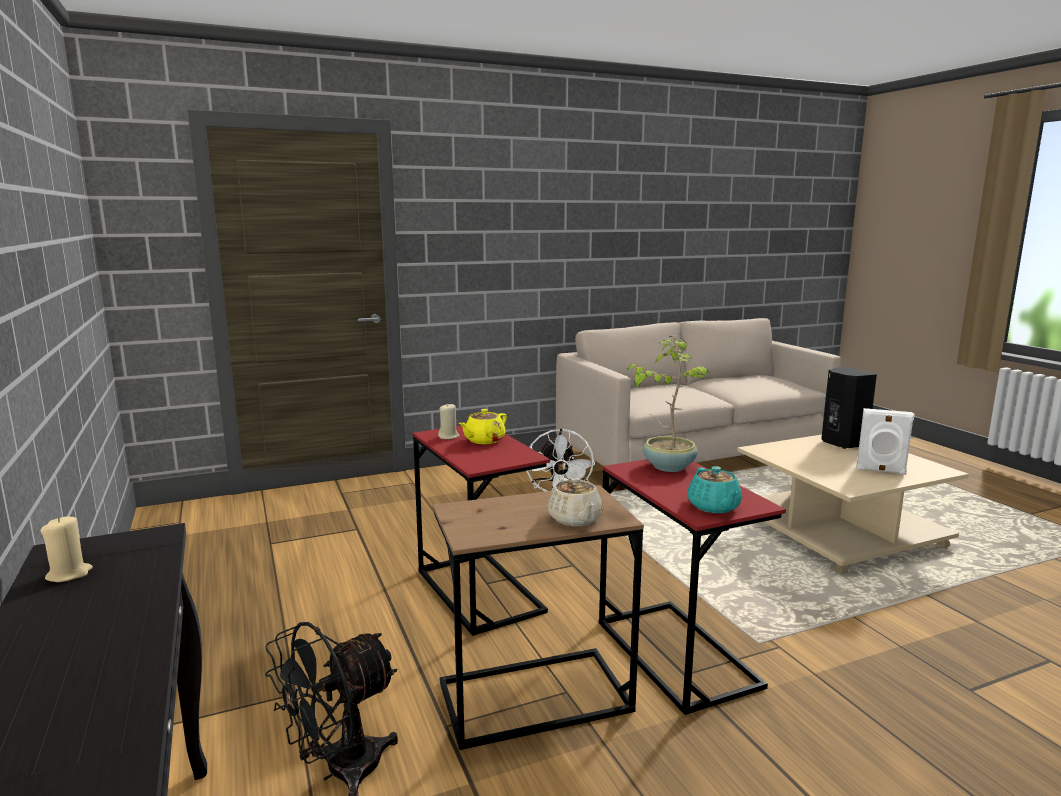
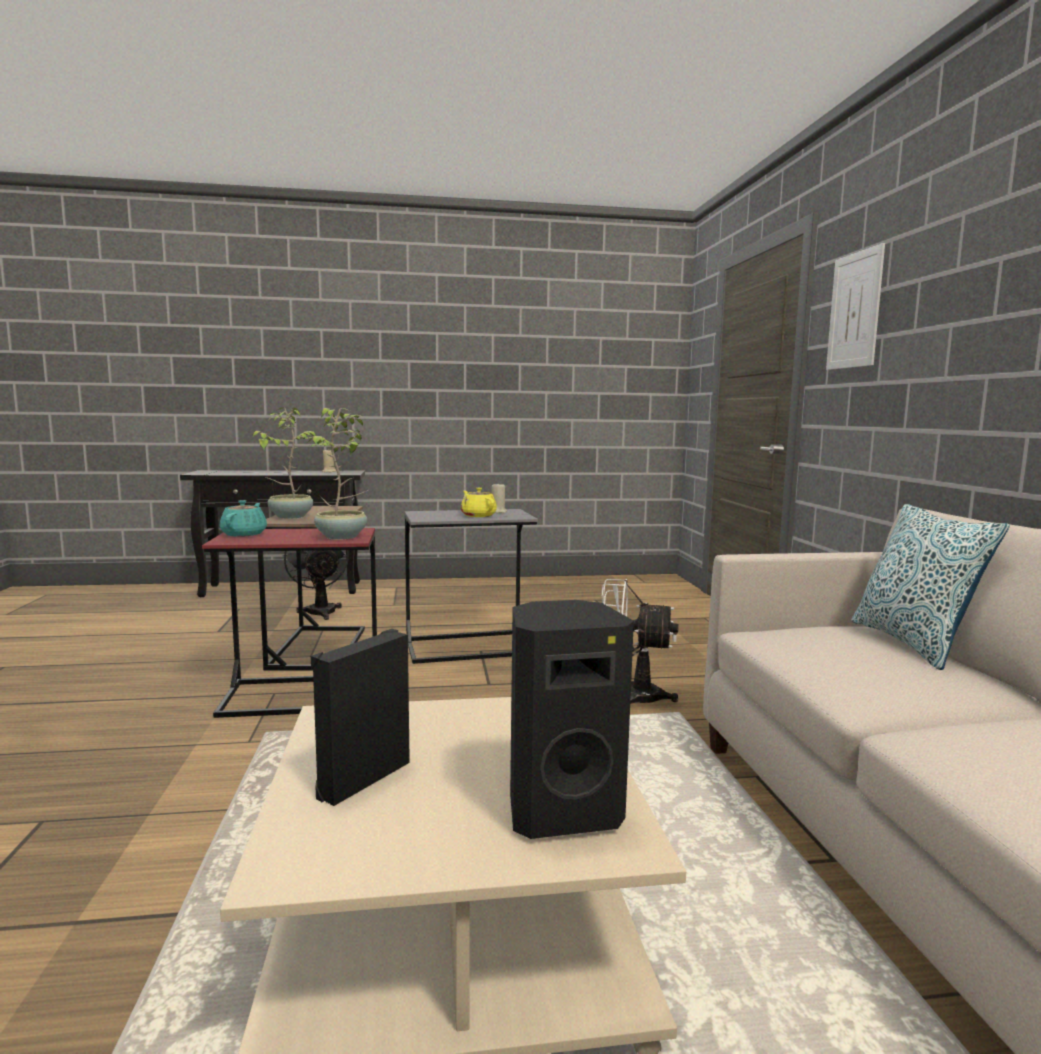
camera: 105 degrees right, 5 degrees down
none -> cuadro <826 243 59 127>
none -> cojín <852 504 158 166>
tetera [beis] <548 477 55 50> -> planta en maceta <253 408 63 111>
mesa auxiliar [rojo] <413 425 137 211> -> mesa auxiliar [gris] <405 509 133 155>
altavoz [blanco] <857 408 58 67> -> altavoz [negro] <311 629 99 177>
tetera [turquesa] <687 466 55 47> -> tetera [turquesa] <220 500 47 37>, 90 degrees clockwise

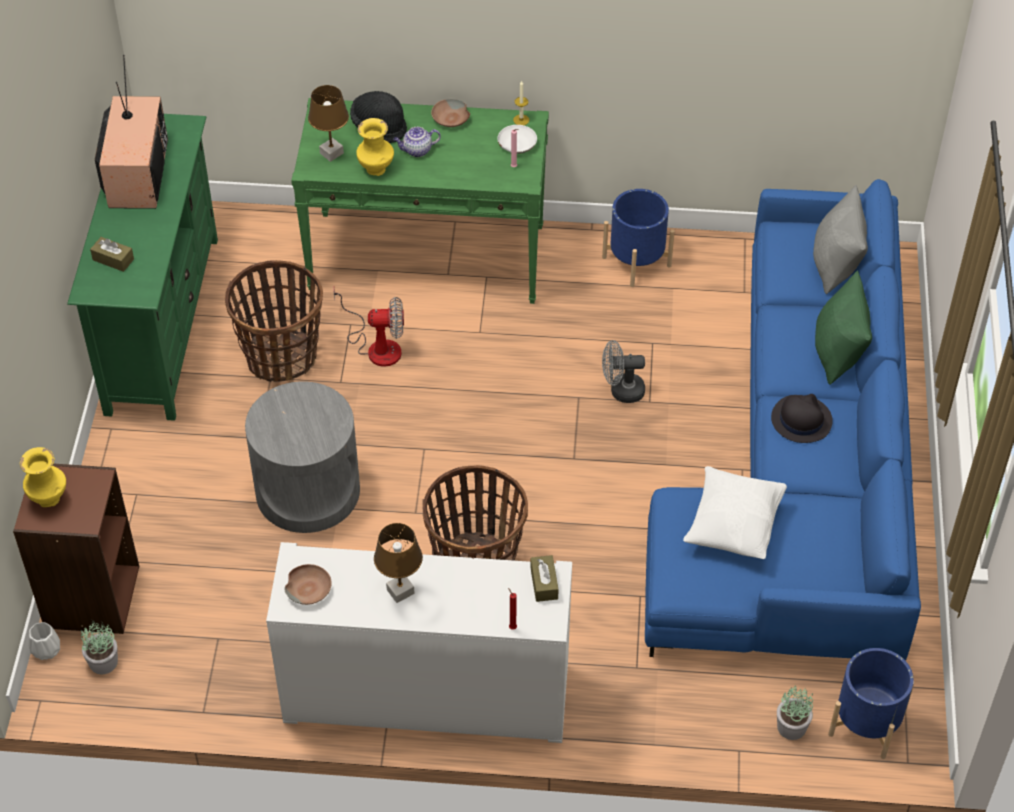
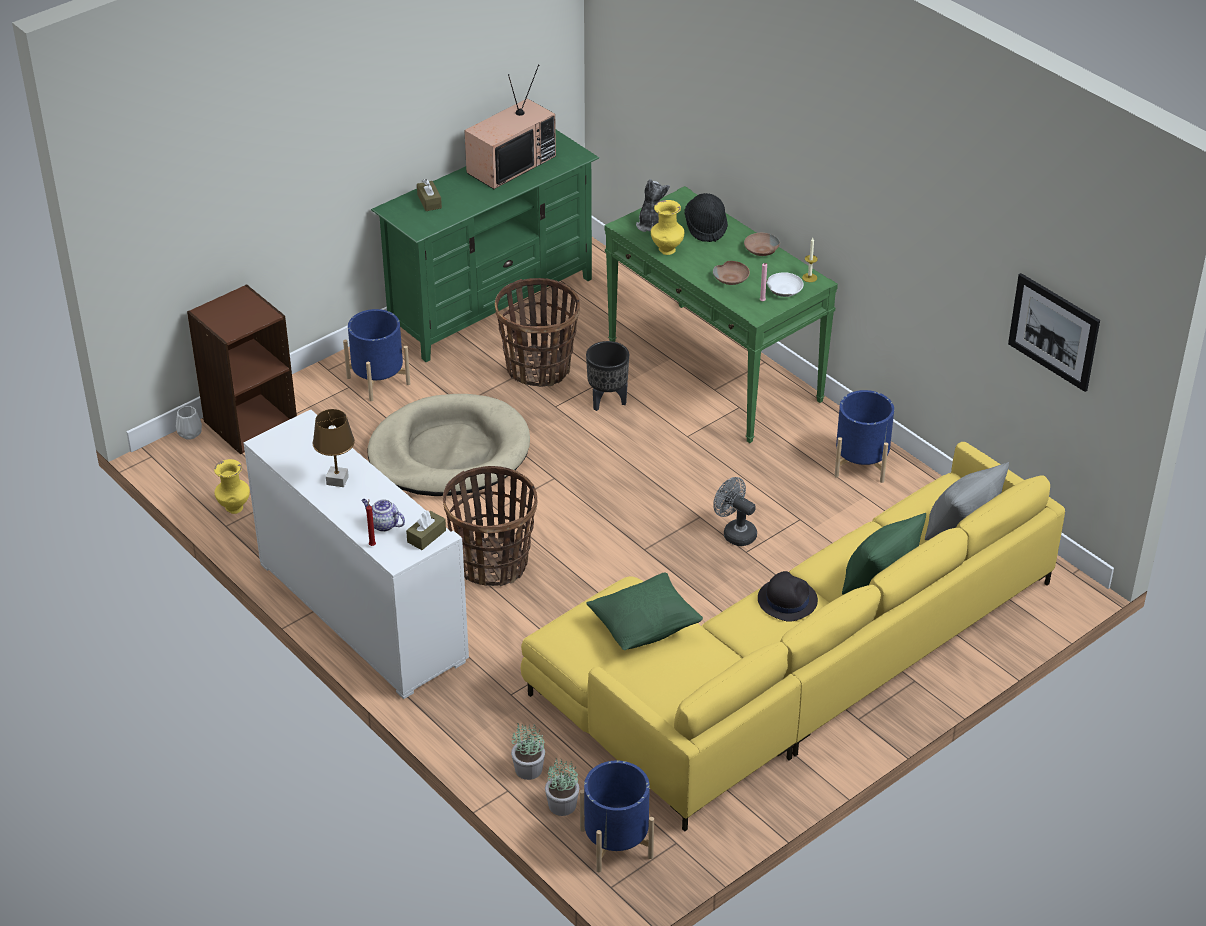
camera: 45 degrees right, 10 degrees down
none -> maceta [azul] <343 309 67 92>
none -> cuadro <1008 273 92 119>
florero [amarillo] <20 447 46 60> -> florero [amarillo] <214 459 36 55>, moved
planta en maceta <81 621 37 53> -> planta en maceta <511 722 34 58>, moved
cuenco [marrón] <284 564 48 41> -> cuenco [marrón] <713 261 37 24>, moved
tetera <393 127 48 30> -> tetera <361 499 44 33>, moved
mesa auxiliar [gris] <245 381 115 152> -> cama para perro [beis] <367 394 163 102>
lámpara de mesa [marrón] <308 85 41 77> -> peluche <636 179 34 53>
ventilador <334 290 70 77> -> maceta [negro] <586 341 43 70>
sofá [azul] <645 179 276 482> -> sofá [amarillo] <521 442 544 390>
cojín [blanco] <683 466 104 93> -> cojín [verde] <586 572 117 78>

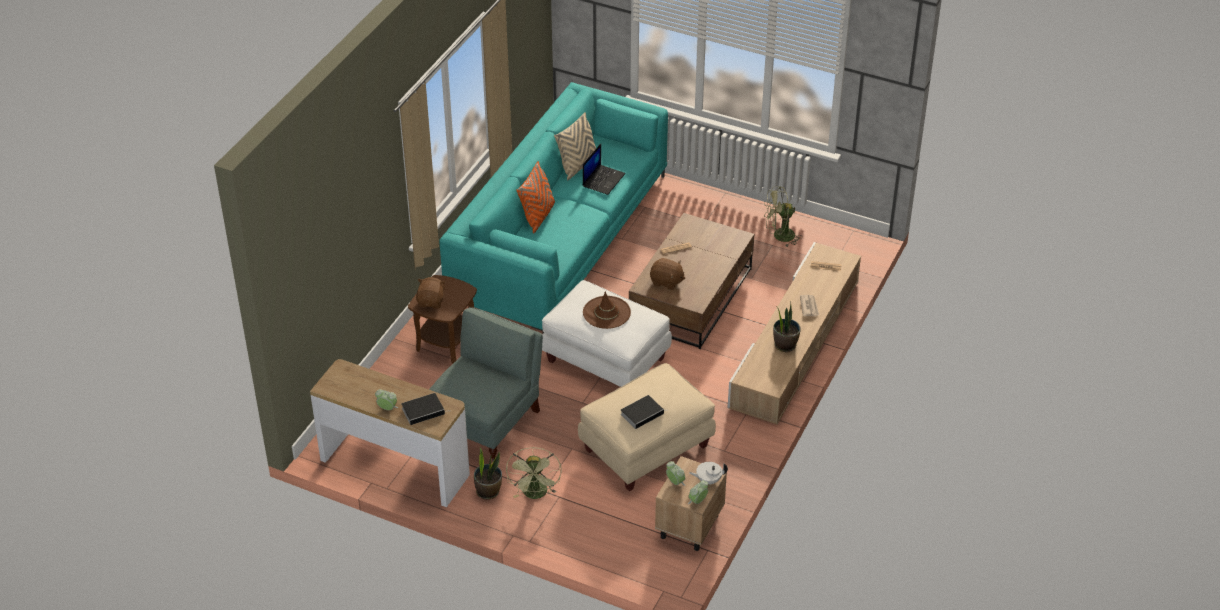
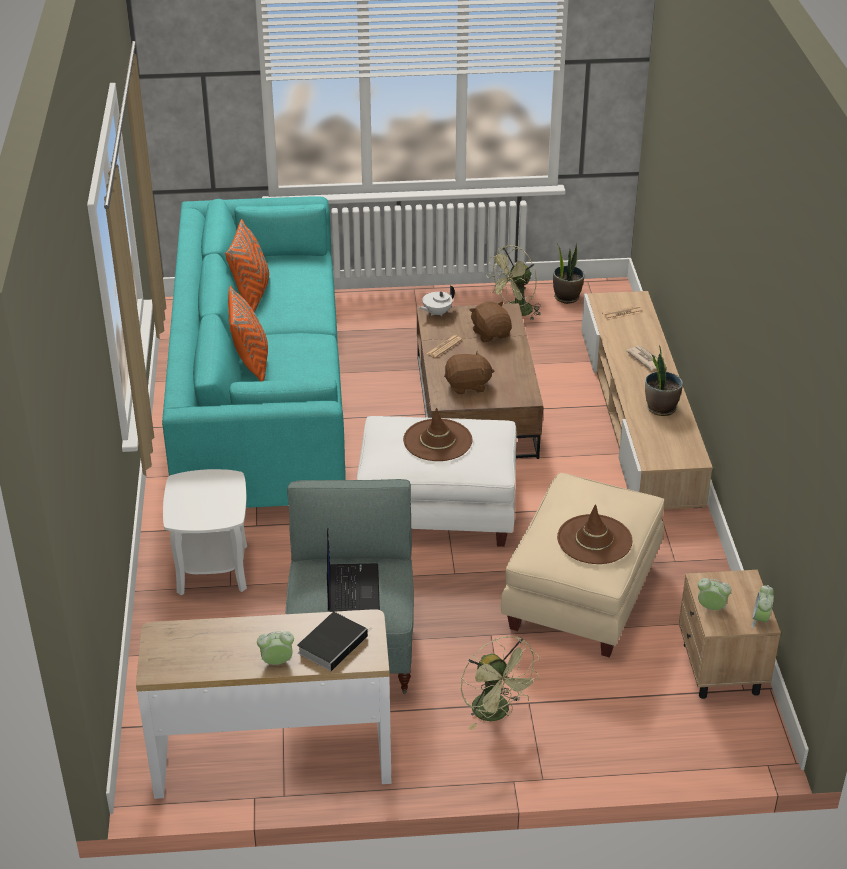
camera: 30 degrees left, 5 degrees down
peluche [marrón] <416 277 30 32> -> peluche [marrón] <470 301 42 41>, moved
planta en maceta <474 448 28 51> -> planta en maceta <553 243 32 61>, moved
portátil <583 144 43 51> -> portátil <327 528 53 84>, moved
tetera [blanco] <689 462 39 22> -> tetera [blanco] <418 285 37 31>, moved
libro <621 395 47 34> -> sombrero [marrón] <557 504 75 60>
mesa auxiliar [marrón] <408 275 69 88> -> mesa auxiliar [blanco] <163 469 84 127>
cojín [beis] <554 112 42 69> -> cojín [naranja] <225 219 44 93>

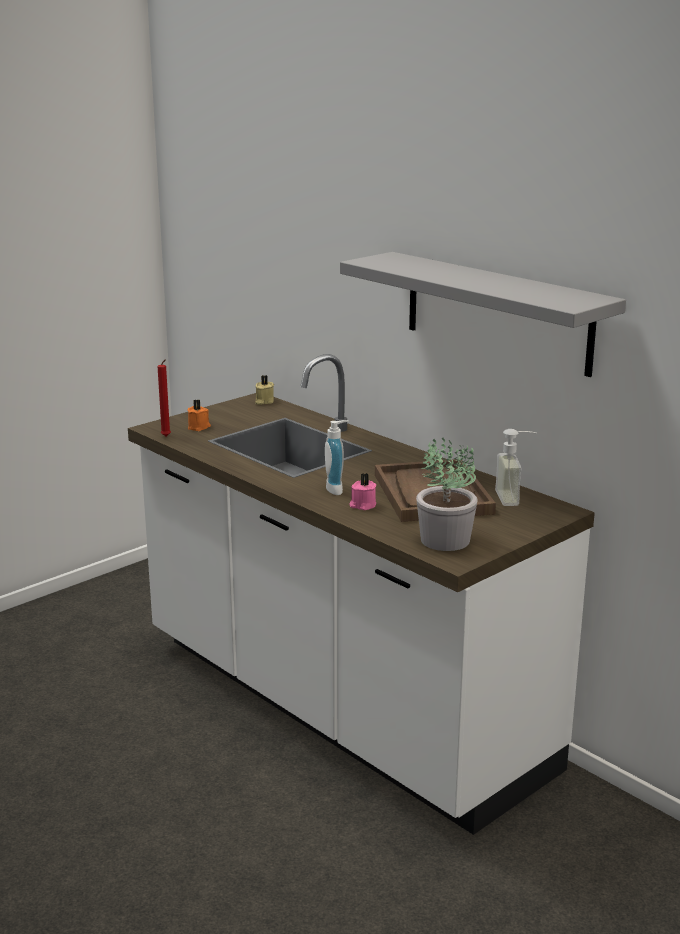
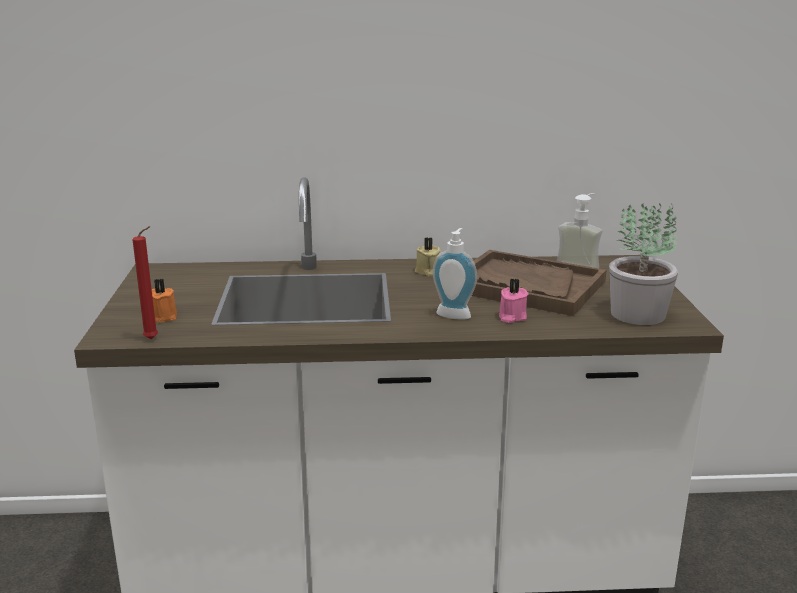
camera: 50 degrees left, 0 degrees up
estante [gris] <340 252 286 125> -> none
vela [beis] <255 375 19 30> -> vela [beis] <415 237 26 39>, moved

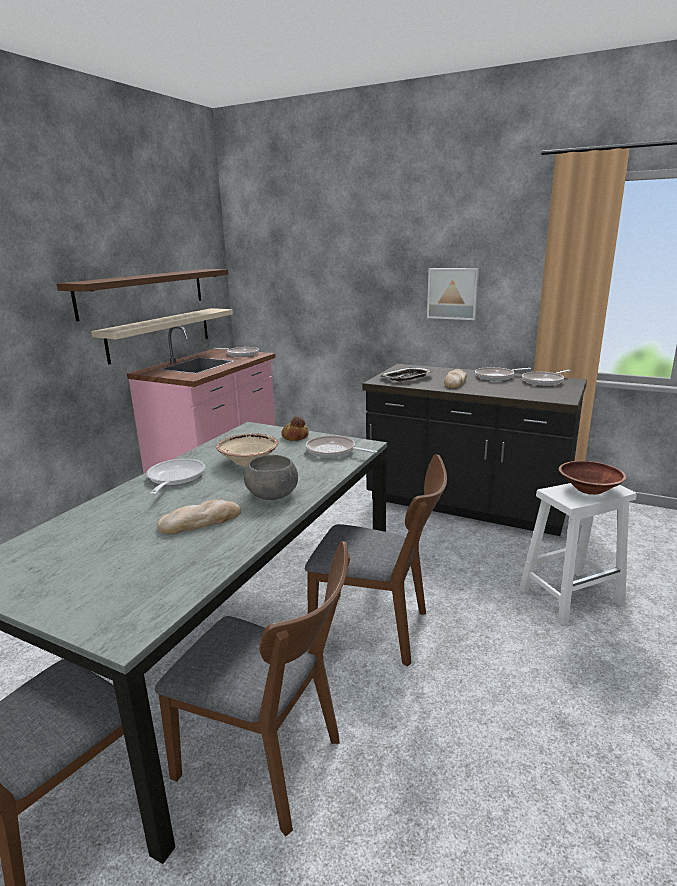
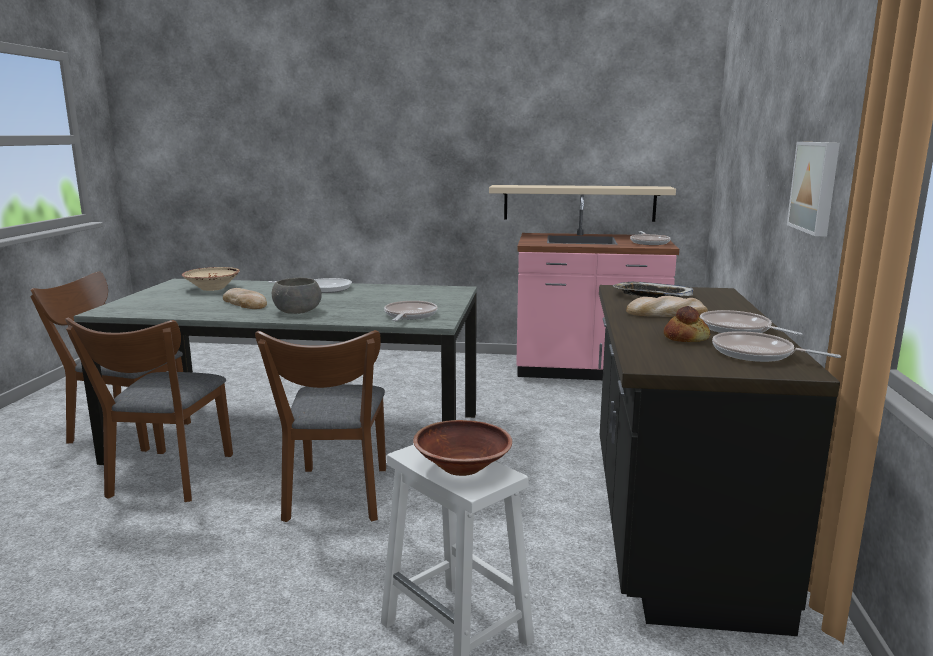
camera: 70 degrees right, 5 degrees down
estante [marrón] <57 269 171 53> -> none
cuenco [beis] <216 433 62 33> -> cuenco [beis] <182 267 58 24>, moved
pan <281 416 28 25> -> pan <664 306 46 36>, moved

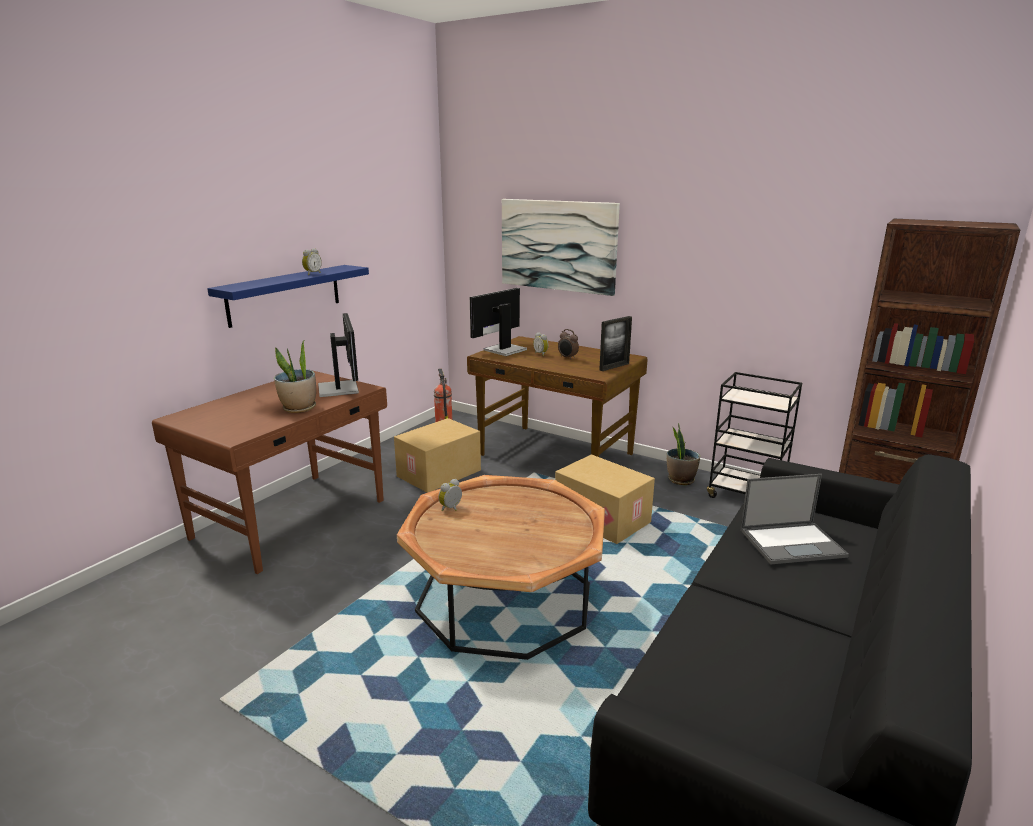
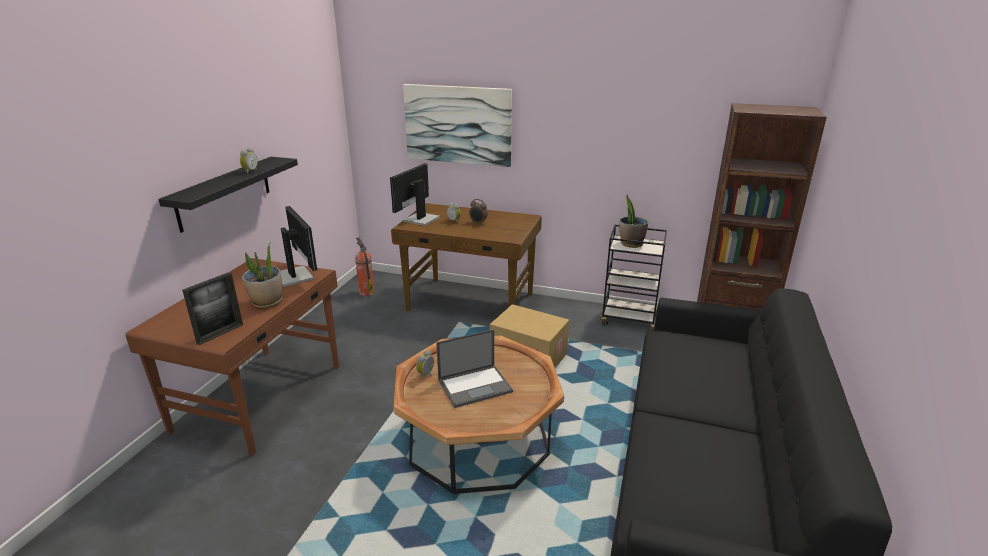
camera: 15 degrees left, 5 degrees up
caja de cartón <394 418 87 75> -> none
portarretratos <599 316 33 55> -> portarretratos <182 272 61 73>, moved
planta en maceta <667 423 33 62> -> planta en maceta <619 195 29 53>, moved
portátil <740 474 109 91> -> portátil <436 329 77 79>, moved
estante [azul] <207 265 162 63> -> estante [negro] <158 157 140 76>

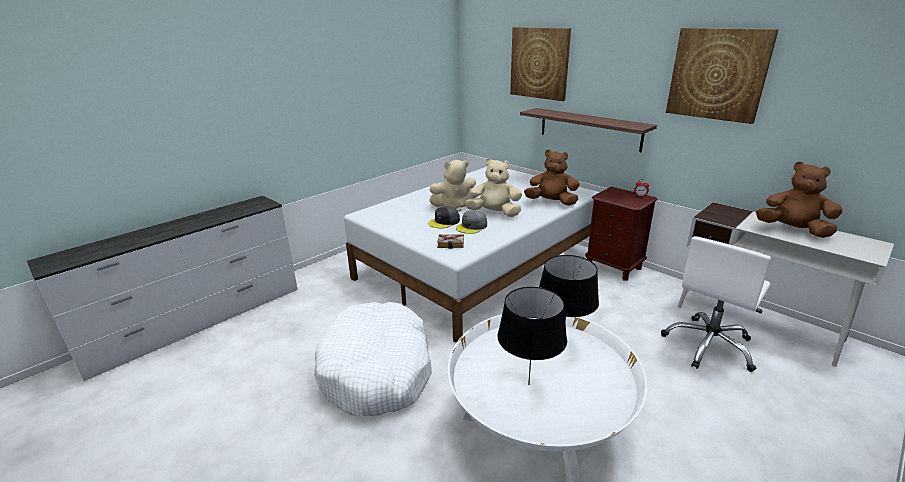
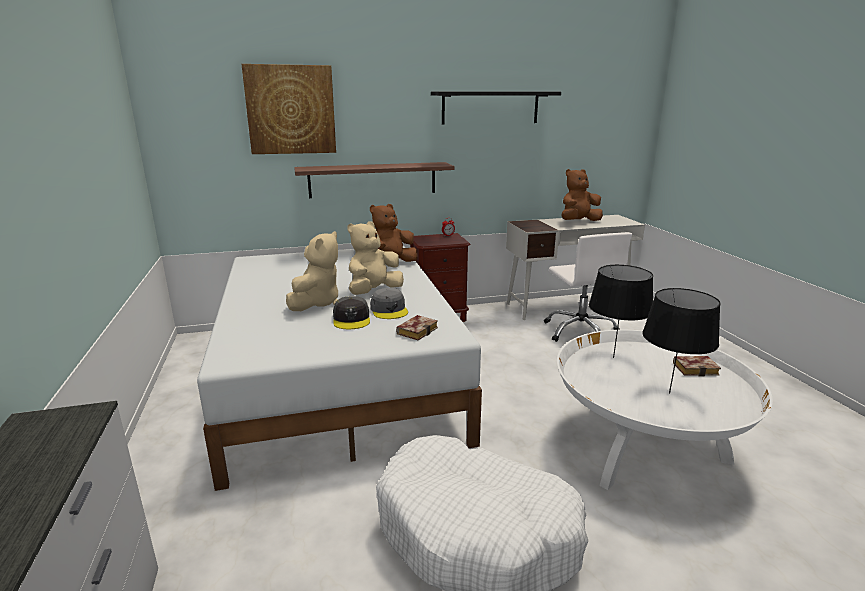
camera: 60 degrees left, 5 degrees down
none -> libro <673 356 48 21>
cuadro <666 28 113 96> -> estante [negro] <431 92 130 32>

